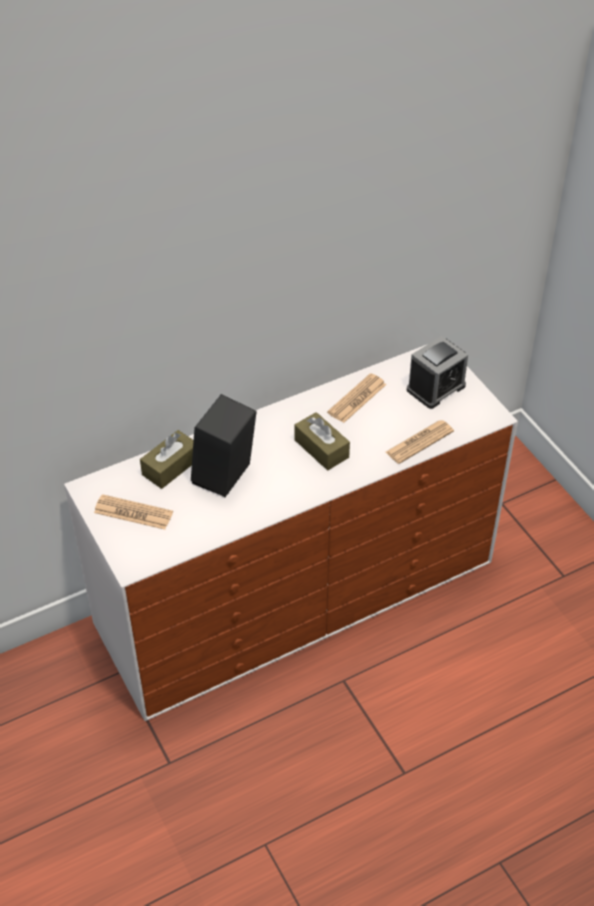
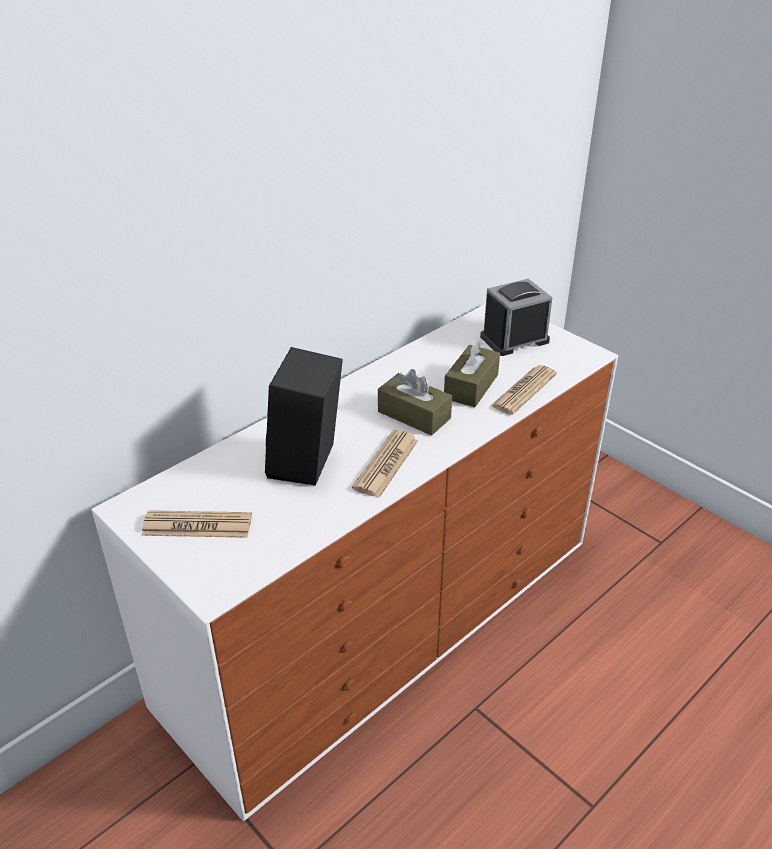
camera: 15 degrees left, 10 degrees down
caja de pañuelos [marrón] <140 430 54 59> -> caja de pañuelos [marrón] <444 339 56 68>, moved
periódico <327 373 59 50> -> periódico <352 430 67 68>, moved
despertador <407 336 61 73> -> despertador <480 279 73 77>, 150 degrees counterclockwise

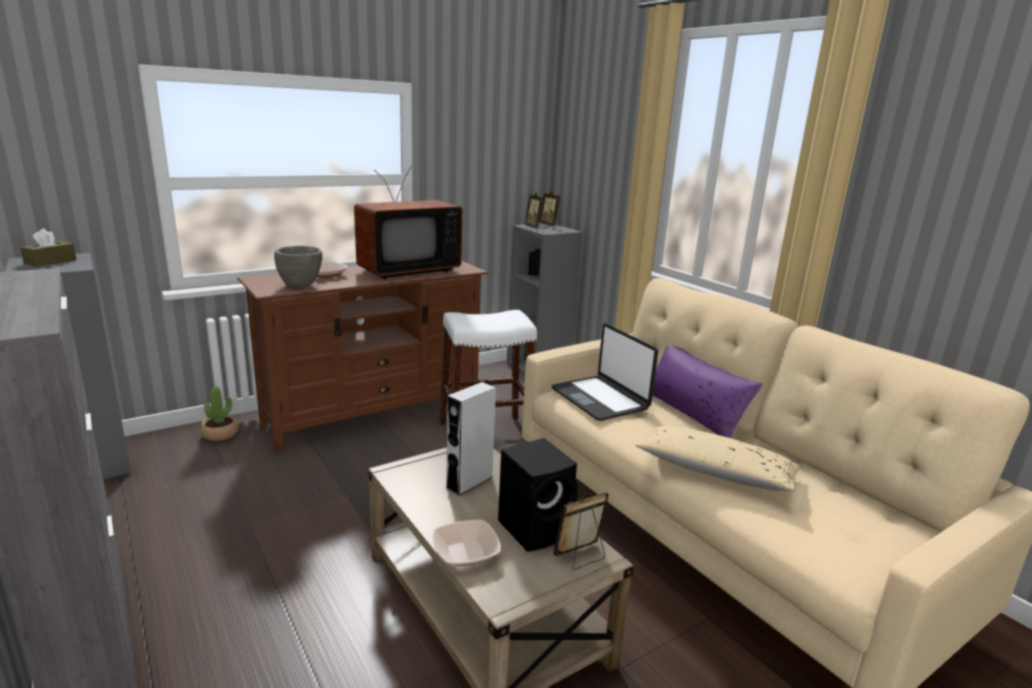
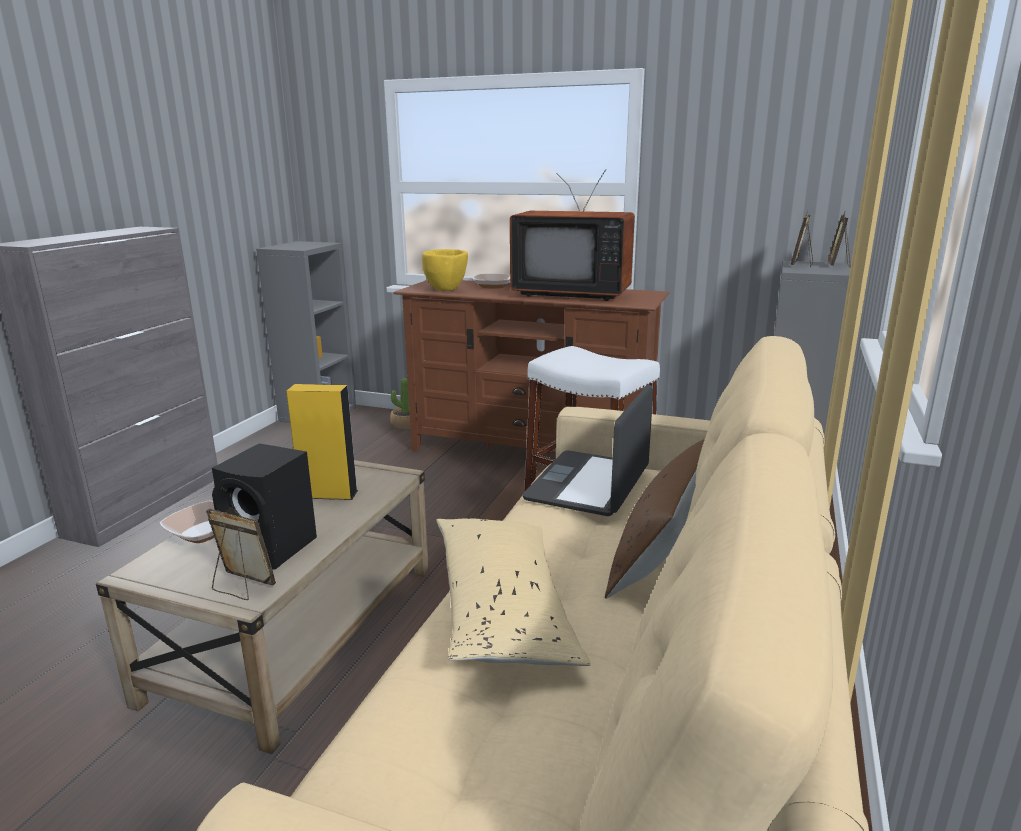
camera: 55 degrees right, 0 degrees up
caja de pañuelos [marrón] <20 228 57 39> -> none
cuenco [gris] <274 246 48 42> -> cuenco [amarillo] <422 249 46 42>
altavoz [gris] <446 382 50 114> -> altavoz [amarillo] <286 384 72 116>
cojín [morado] <652 345 111 93> -> cojín [marrón] <605 439 100 160>

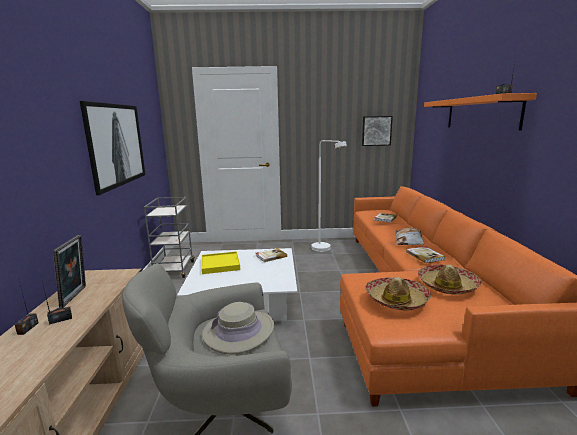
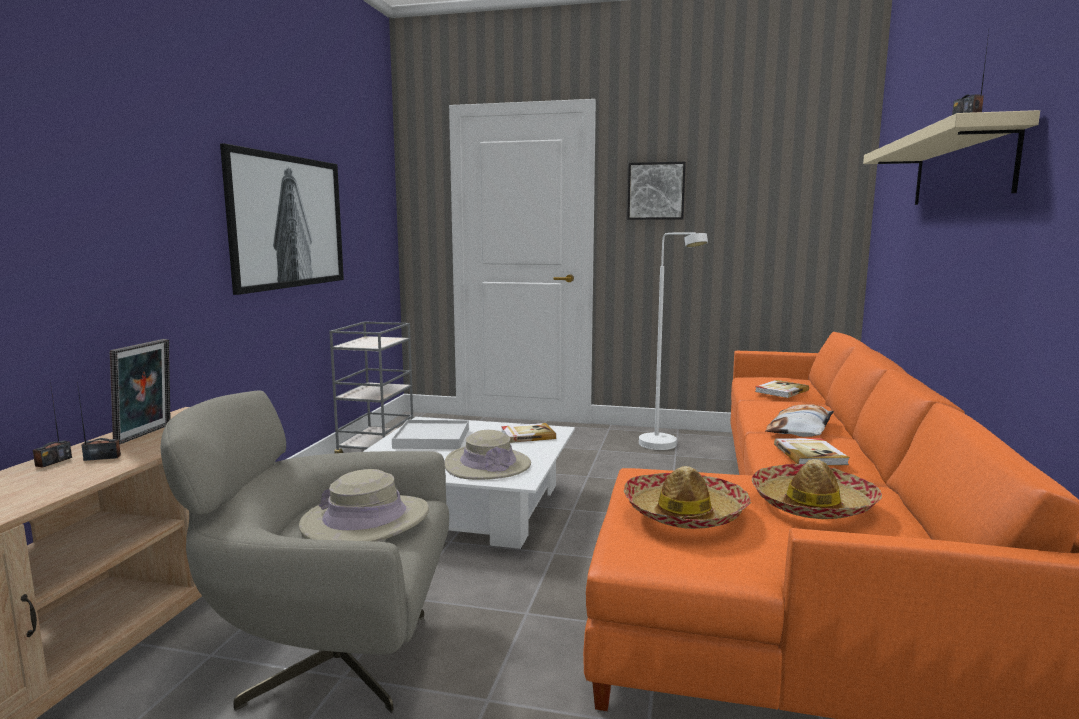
camera: 15 degrees right, 5 degrees down
none -> sombrero [beis] <444 430 87 50>
cuadro <362 116 31 30> -> cuadro <627 162 59 58>, moved
bandeja [amarillo] <202 251 38 23> -> bandeja [blanco] <392 420 77 29>
estante [naranja] <424 93 113 37> -> estante [beis] <863 110 177 95>

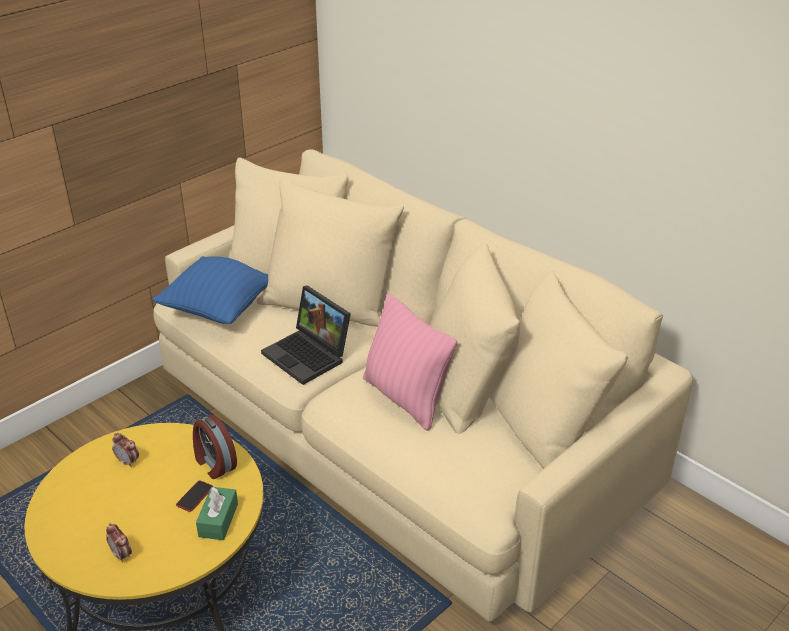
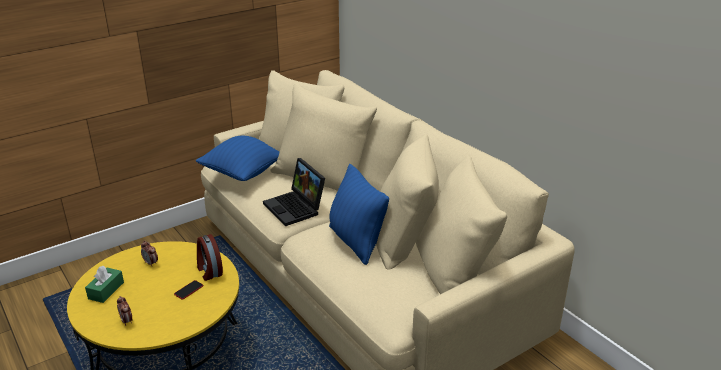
camera: 10 degrees right, 5 degrees down
caja de pañuelos [verde] <196 487 42 53> -> caja de pañuelos [verde] <85 266 39 37>, moved
cojín [rosa] <363 294 94 137> -> cojín [azul] <329 164 60 101>

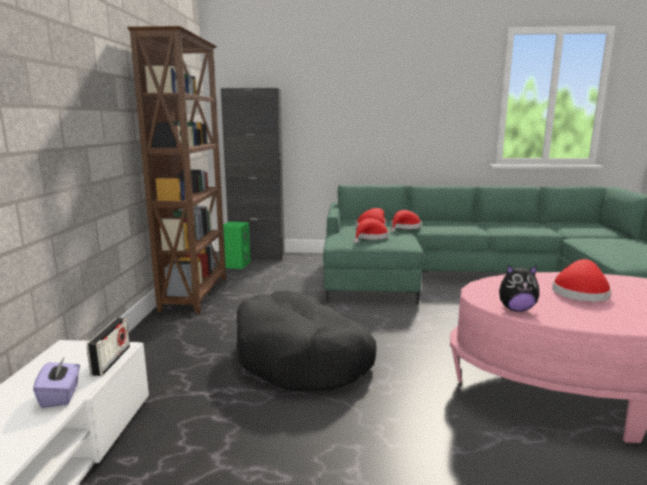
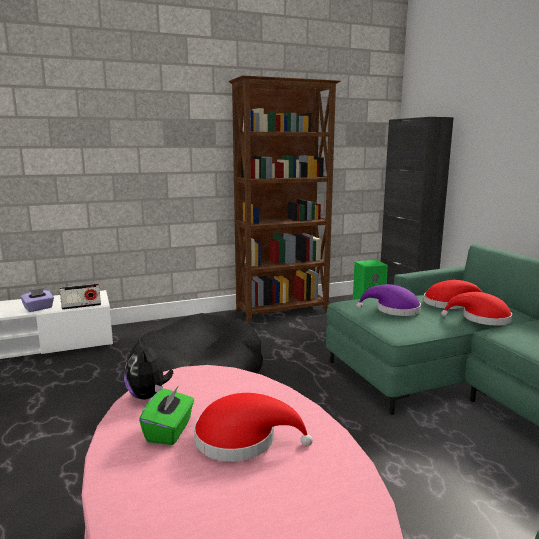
camera: 65 degrees right, 0 degrees up
none -> caja de pañuelos [verde] <139 387 55 58>
sombrero [rojo] <354 218 35 25> -> sombrero [morado] <356 284 65 32>

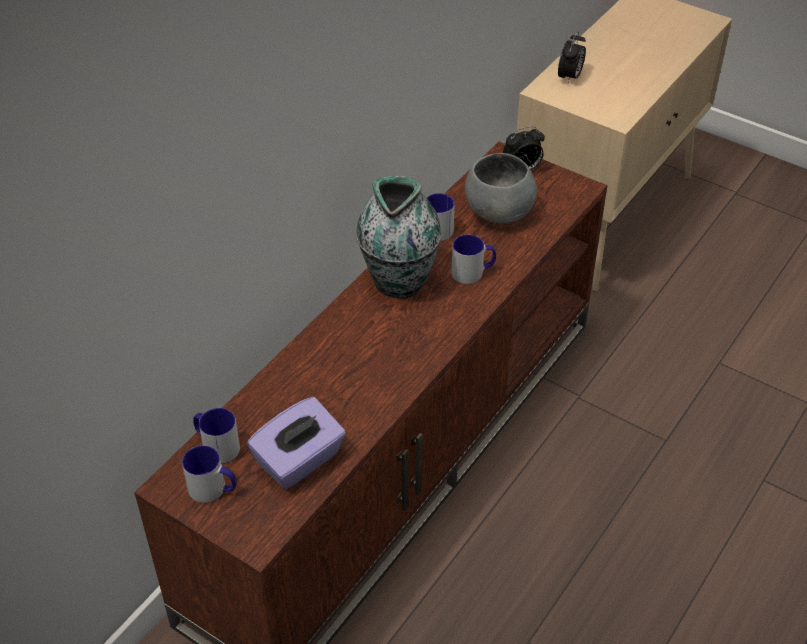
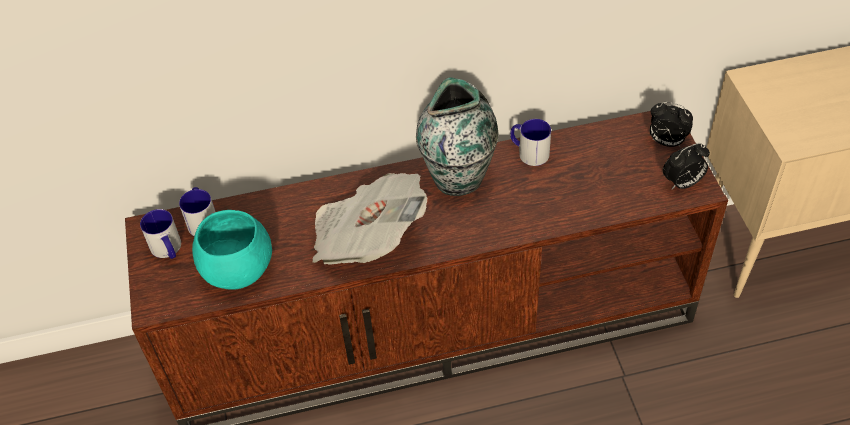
camera: 45 degrees right, 5 degrees up
taza grande <451 235 45 49> -> none
cuenco [gris] <465 153 72 70> -> none
none -> periódico <312 173 115 92>
despertador <558 32 28 52> -> despertador <663 143 47 47>, moved
caja de pañuelos [morado] <247 397 99 92> -> cuenco [turquesa] <192 210 80 80>

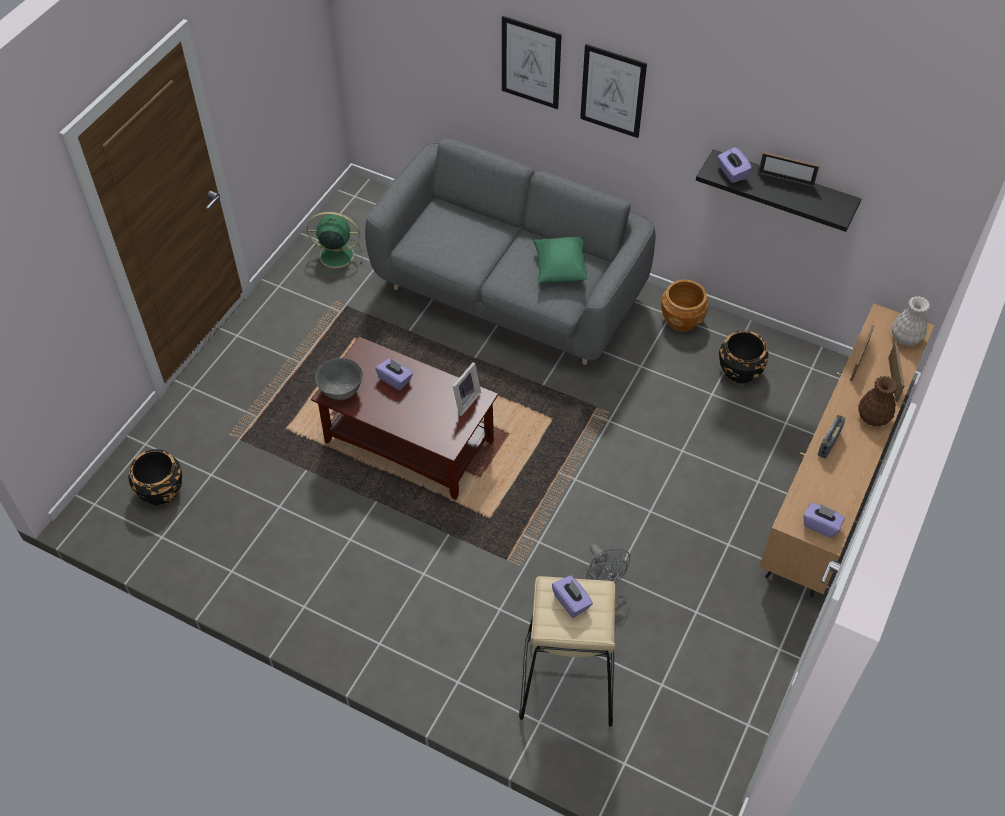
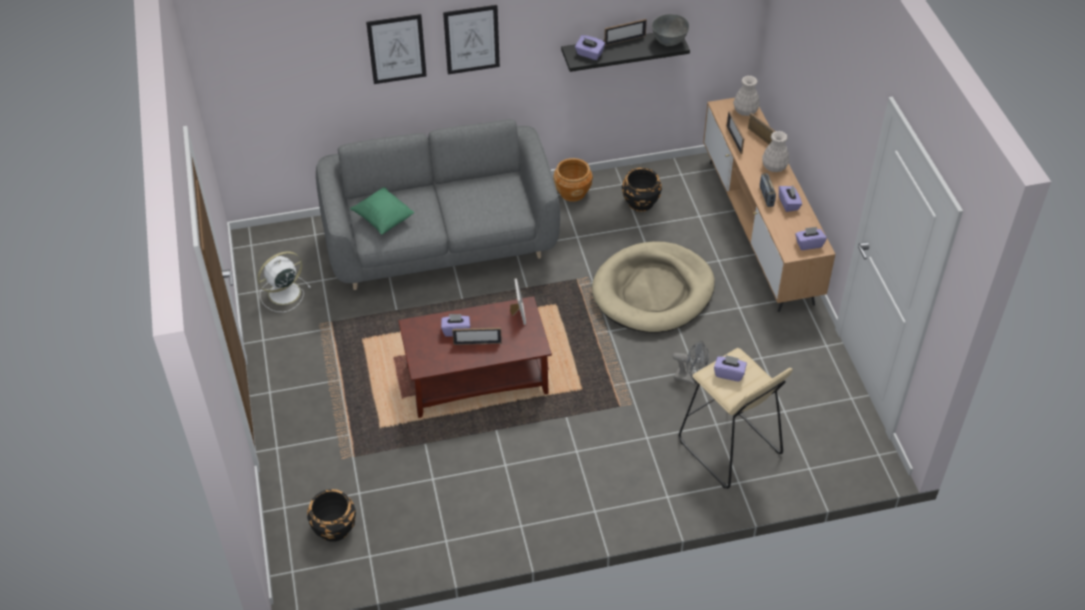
camera: 40 degrees left, 5 degrees down
none -> portarretratos <452 328 50 17>
none -> cama para perro [beis] <592 241 123 92>
none -> caja de pañuelos [morado] <779 186 23 26>
cuenco [gris] <315 358 48 42> -> cuenco [gris] <652 14 37 32>, moved
cojín [verde] <533 237 55 46> -> cojín [verde] <350 187 64 48>, moved
ventilador [verde] <307 212 55 62> -> ventilador [blanco] <257 251 54 61>
florero [marrón] <858 376 40 51> -> florero [blanco] <762 131 27 41>

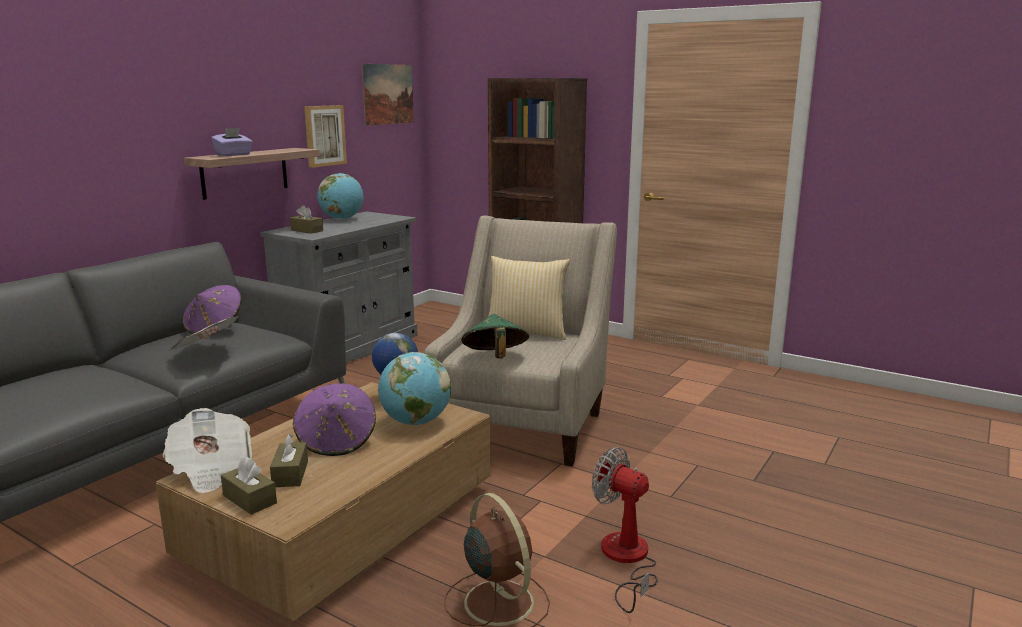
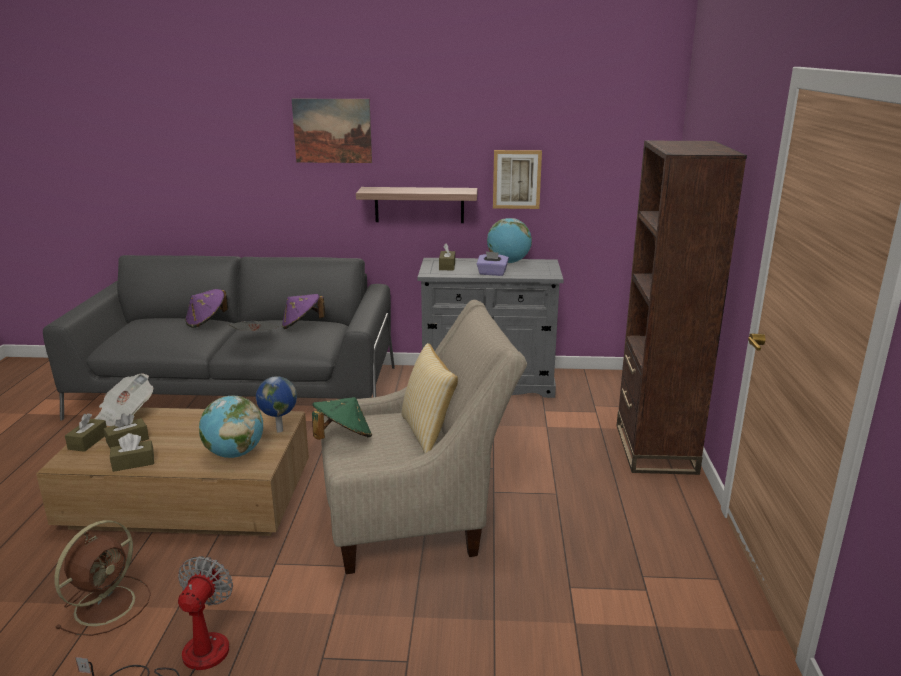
camera: 60 degrees right, 5 degrees up
none -> caja de pañuelos [marrón] <110 433 44 39>
caja de pañuelos [morado] <211 128 42 28> -> caja de pañuelos [morado] <477 251 32 25>, moved
sombrero [morado] <293 383 83 73> -> sombrero [morado] <185 289 43 39>, moved
cuadro <362 64 52 61> -> cuadro <292 99 80 64>, moved

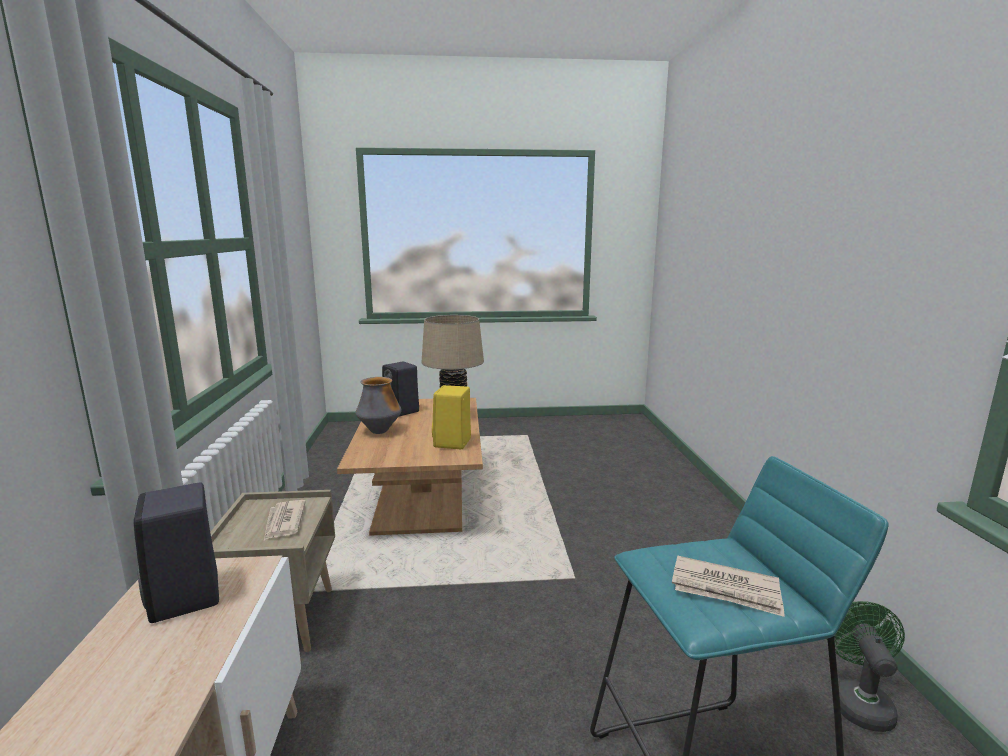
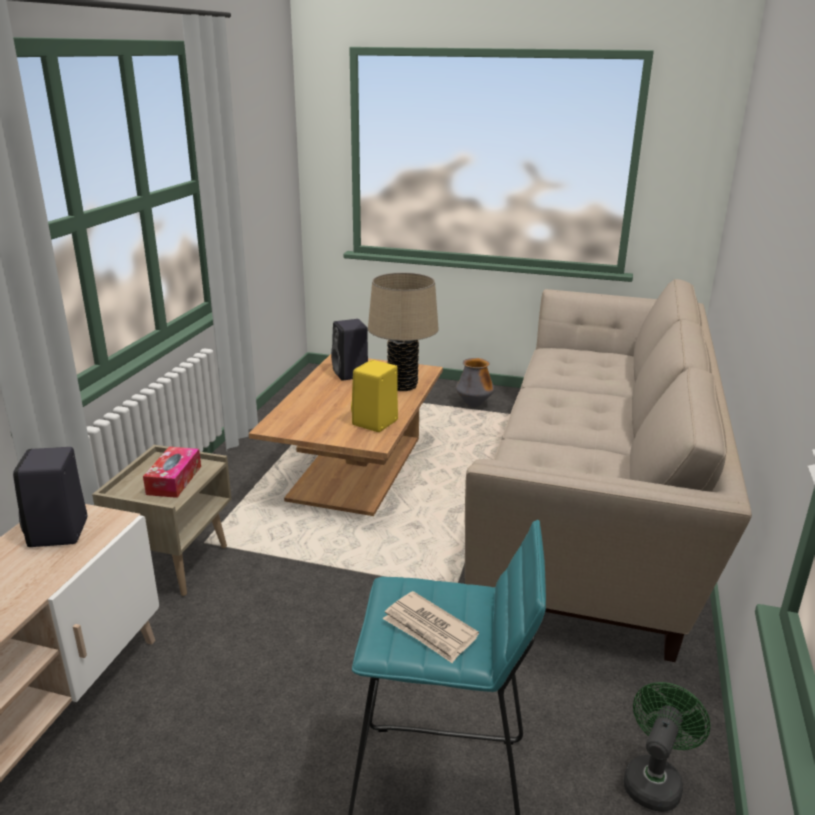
camera: 20 degrees right, 10 degrees up
none -> sofá [beis] <465 279 287 383>
florero <355 377 46 57> -> florero <456 358 38 49>, moved
periódico <264 500 42 41> -> caja de pañuelos <143 447 58 51>

